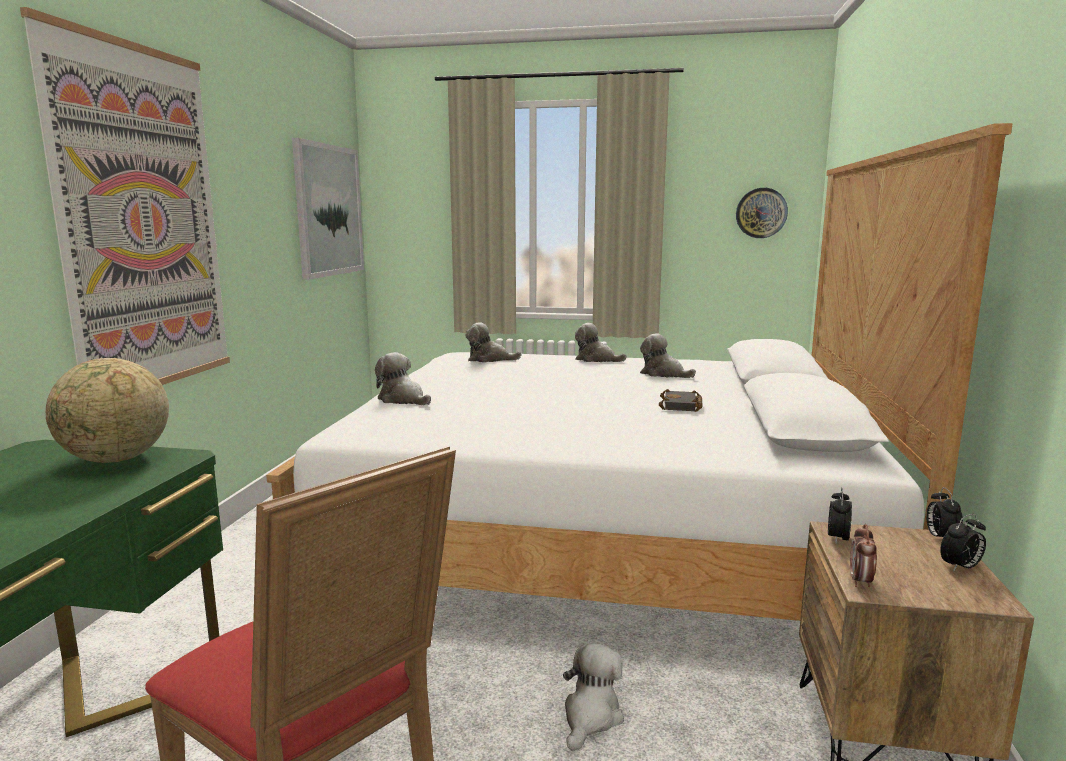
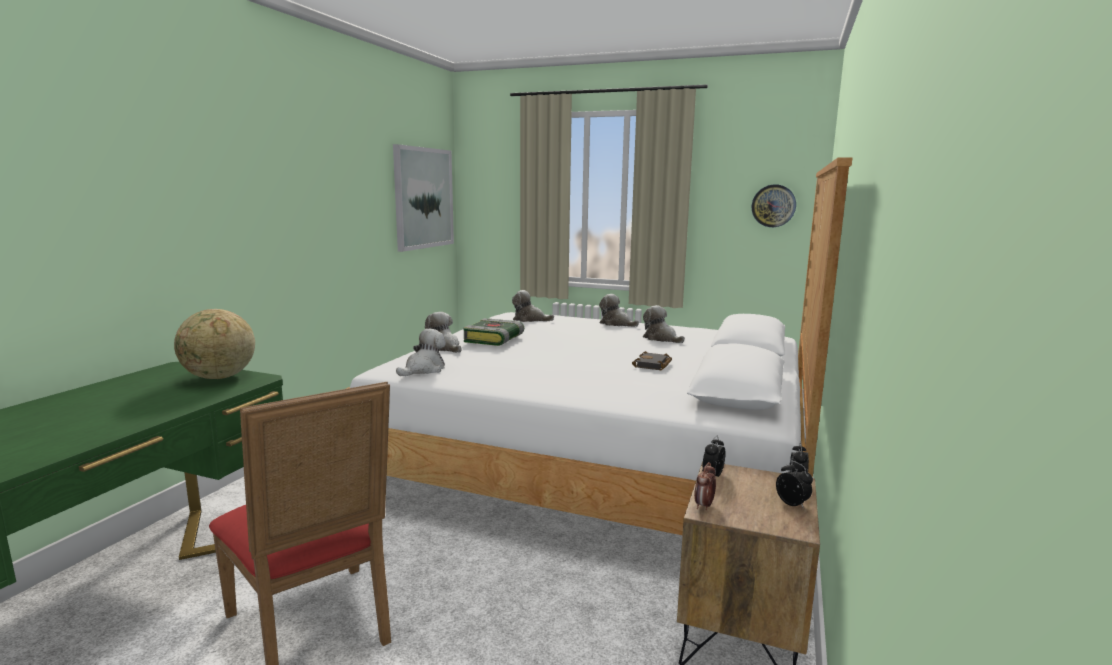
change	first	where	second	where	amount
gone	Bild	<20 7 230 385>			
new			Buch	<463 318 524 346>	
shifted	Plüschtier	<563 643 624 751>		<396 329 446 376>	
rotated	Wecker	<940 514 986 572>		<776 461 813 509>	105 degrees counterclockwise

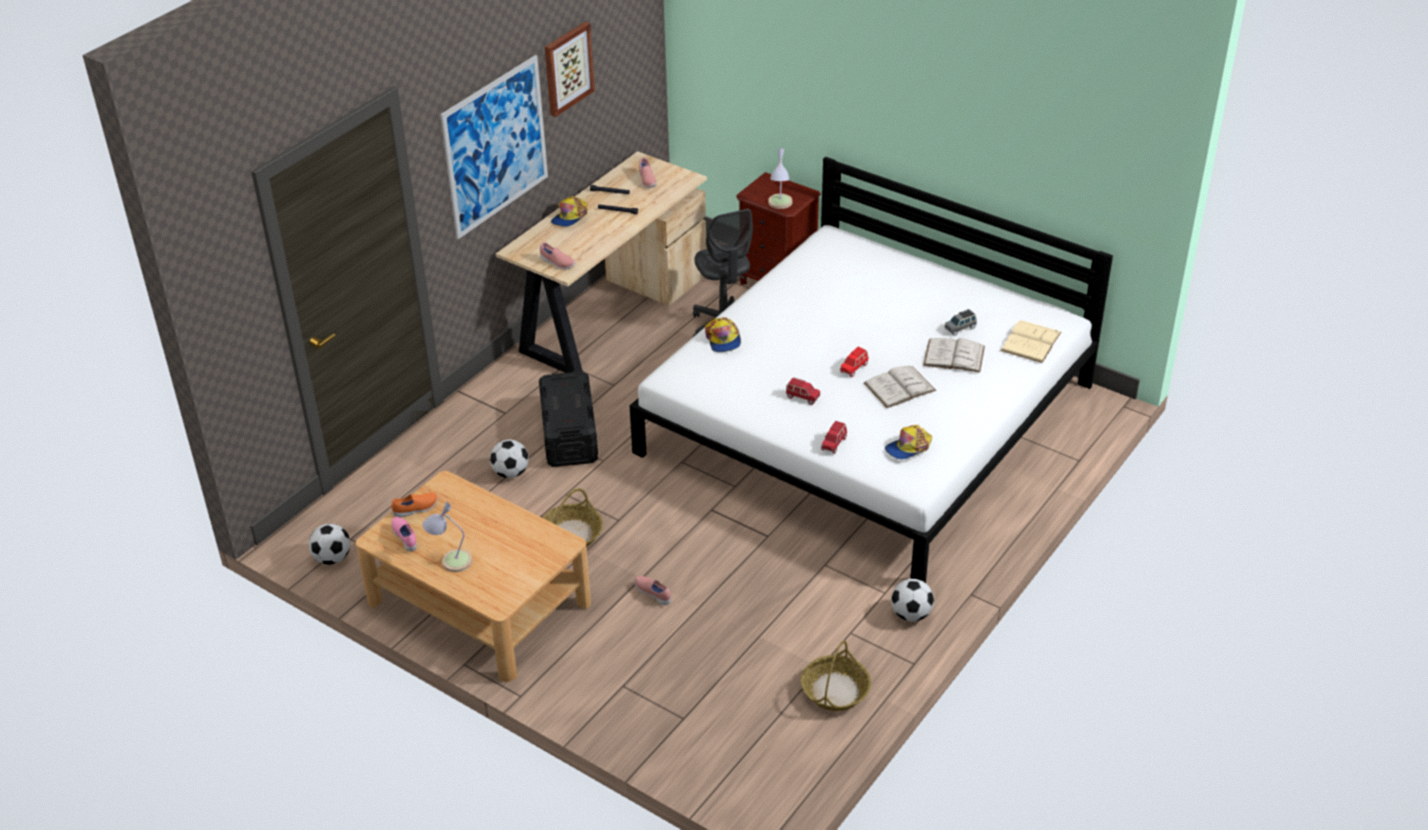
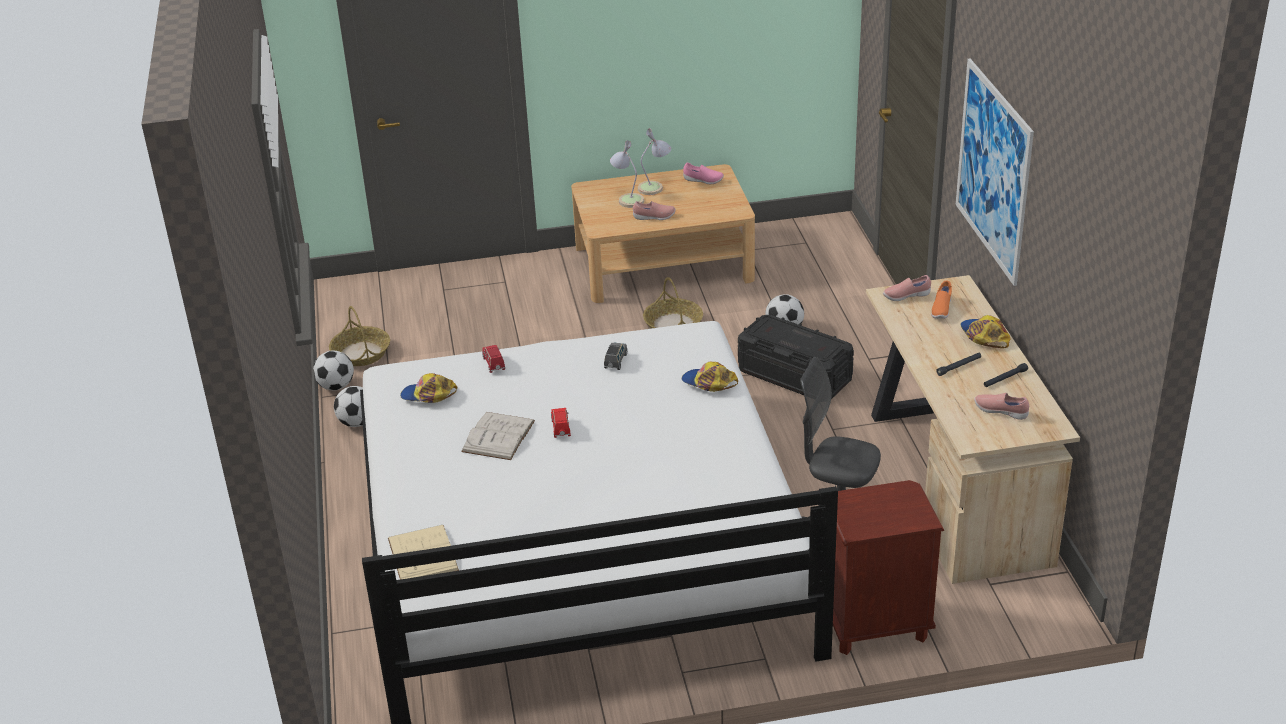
change	first	where	second	where	amount
gone	Bild	<545 22 595 117>			
gone	Spielzeugauto [rot]	<786 377 820 405>			
gone	Buch [weiß]	<923 338 985 373>			
shifted	Fußball	<309 524 350 565>		<313 351 354 390>	
shifted	Schuh [orange]	<391 493 438 517>		<931 281 952 319>	
shifted	Schuh [rosa]	<634 576 671 605>		<633 201 675 220>	
shifted	Tischlampe	<768 148 793 209>		<610 140 644 208>	
shifted	Spielzeugauto [grau]	<944 309 977 336>		<604 343 627 370>	
rotated	Kappe	<885 425 932 459>		<400 373 457 403>	90 degrees counterclockwise

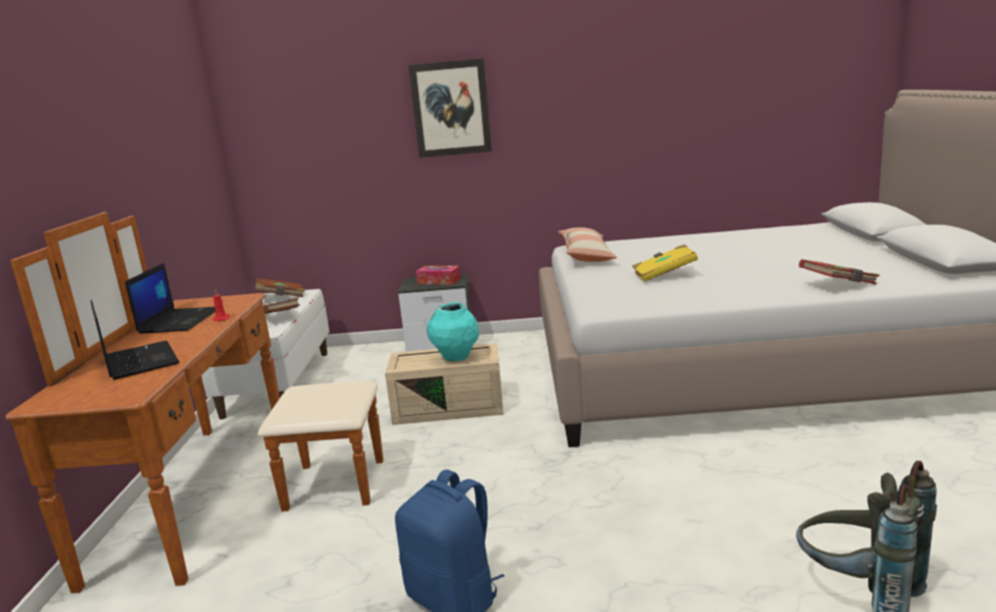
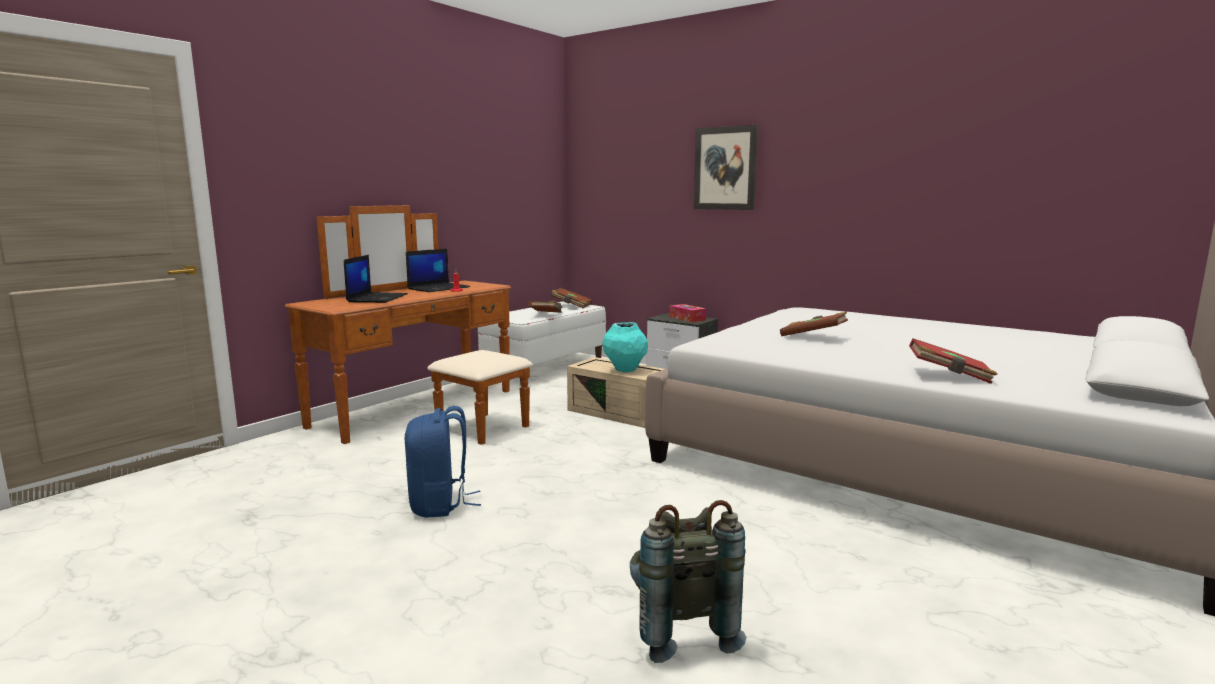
change	first	where	second	where	amount
gone	Kissen	<558 227 617 262>			
repainted	Buch [gelb]	<632 244 698 282>	Buch [braun]	<780 312 848 336>	

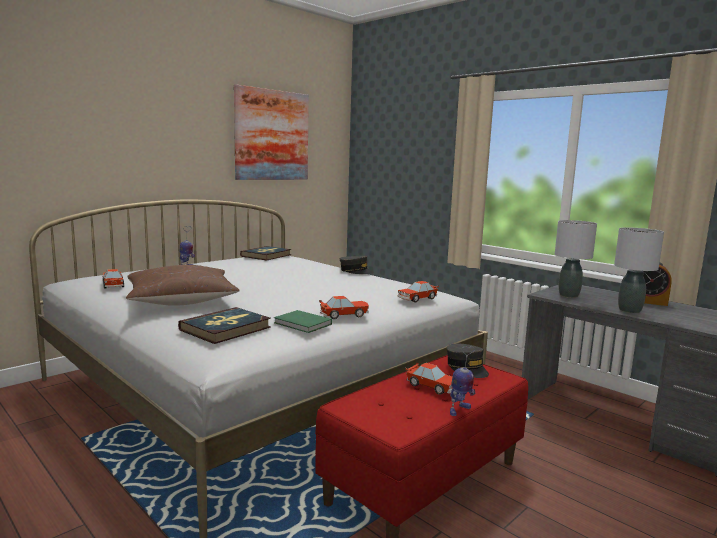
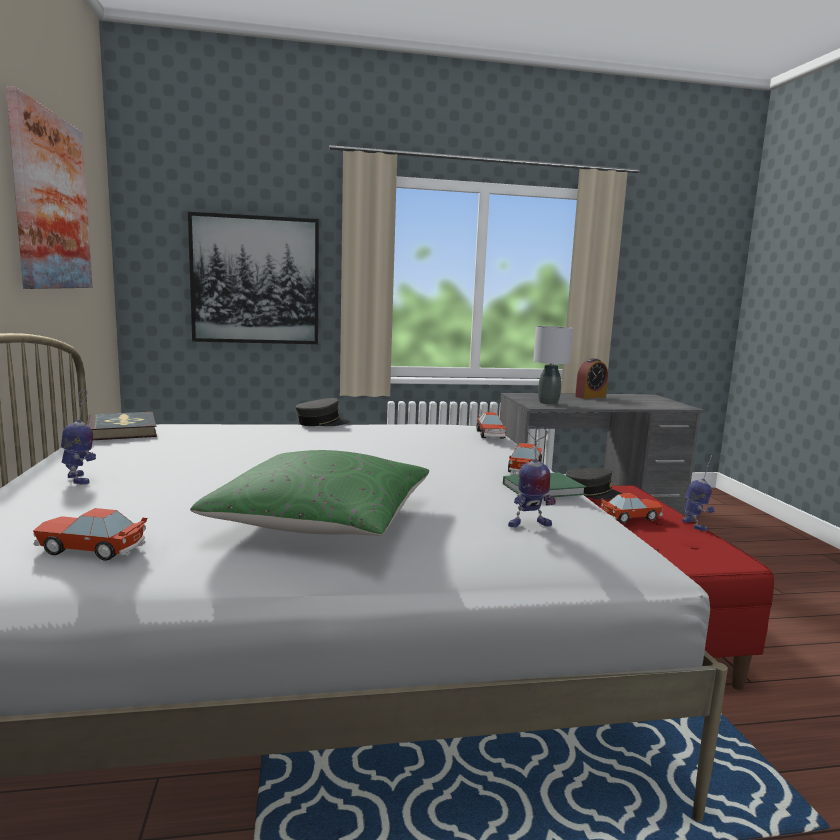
change	first	where	second	where	amount
gone	Tischlampe [grau]	<614 227 664 313>			
new			Bild	<188 212 319 344>	
swapped	Buch	<178 307 271 344>	Spielzeugroboter	<508 426 556 528>	
repainted	Kissen [braun]	<126 265 240 306>	Kissen [grün]	<190 450 429 536>	

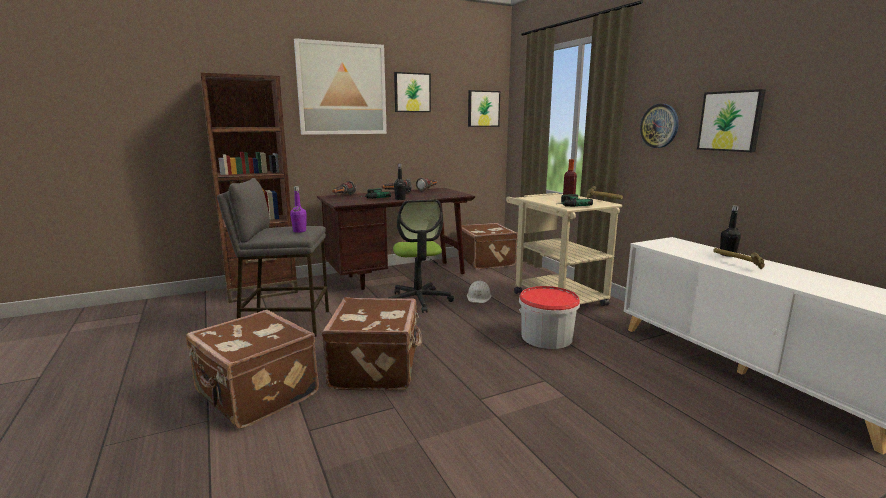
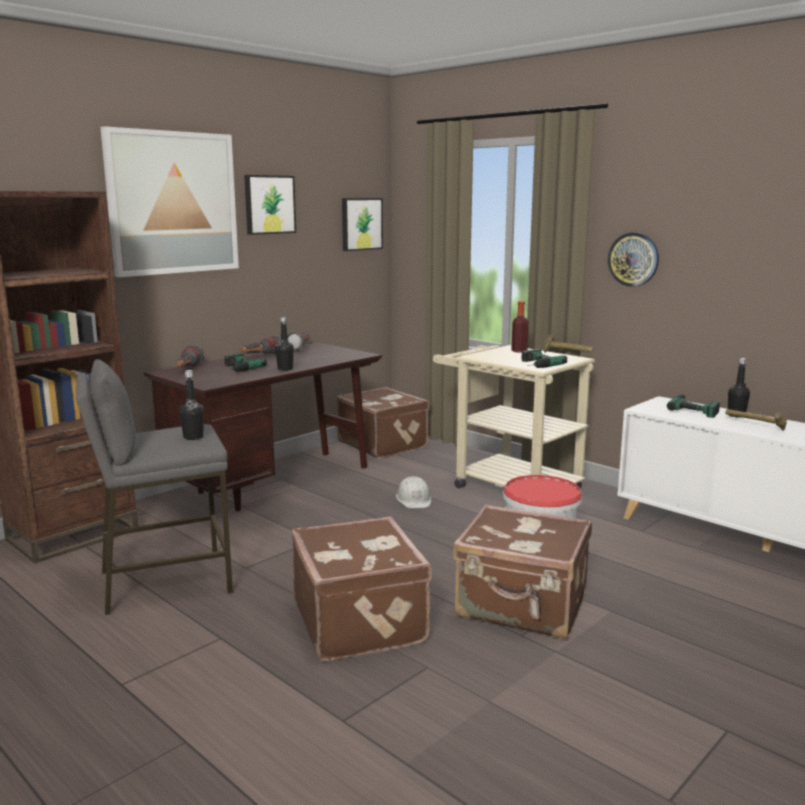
change	first	where	second	where	amount
gone	Bürostuhl	<388 199 454 313>			
gone	Bild	<697 89 766 152>			
new			Bohrmaschine	<667 394 720 418>	
shifted	Koffer [braun]	<186 310 319 429>		<453 504 592 639>	
repainted	Flasche [lila]	<290 186 306 233>	Flasche [schwarz]	<179 370 204 440>	

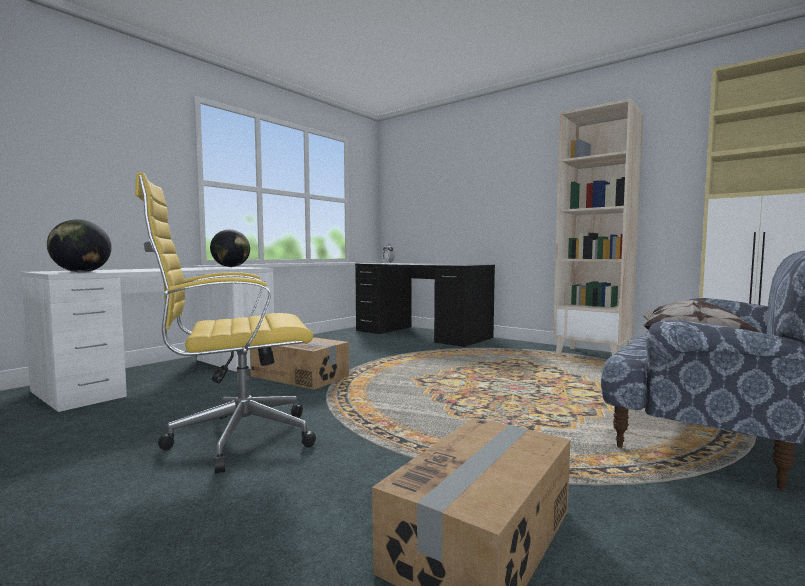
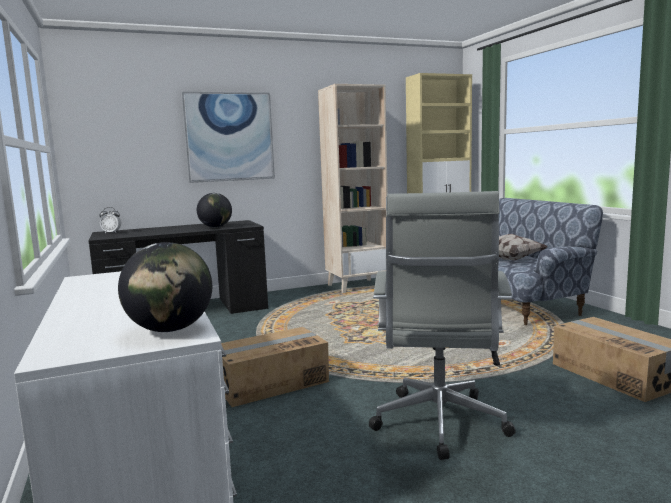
change	first	where	second	where	amount
new			Bild	<181 92 275 183>	
shifted	Globus	<210 229 250 267>		<197 193 232 228>	
repainted	Bürostuhl [gelb]	<135 172 316 474>	Bürostuhl [grau]	<369 191 516 460>	

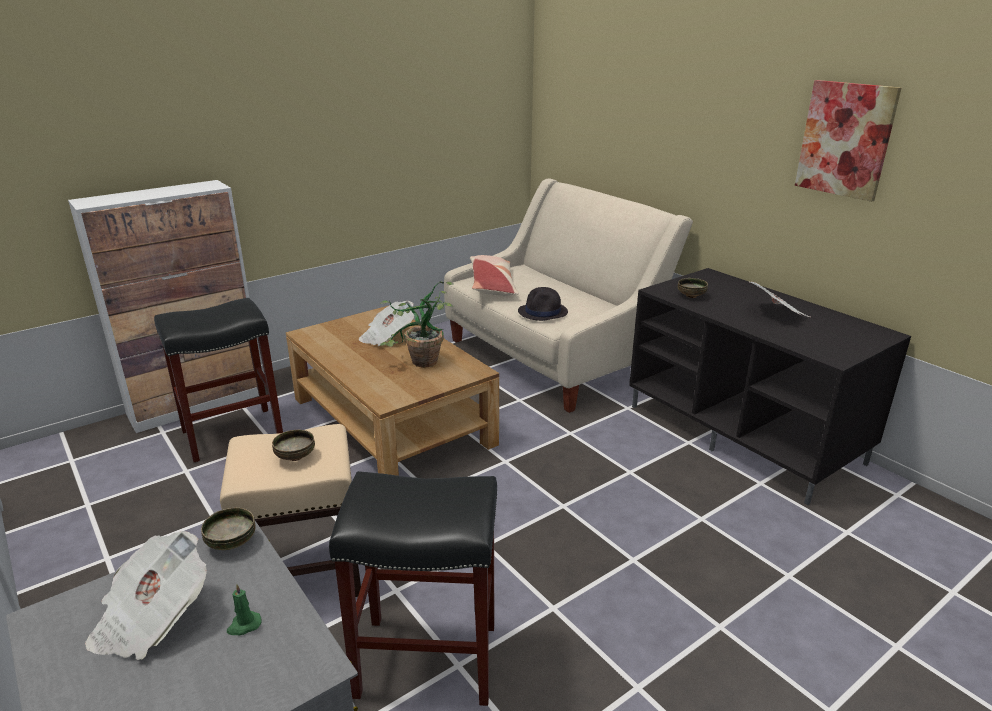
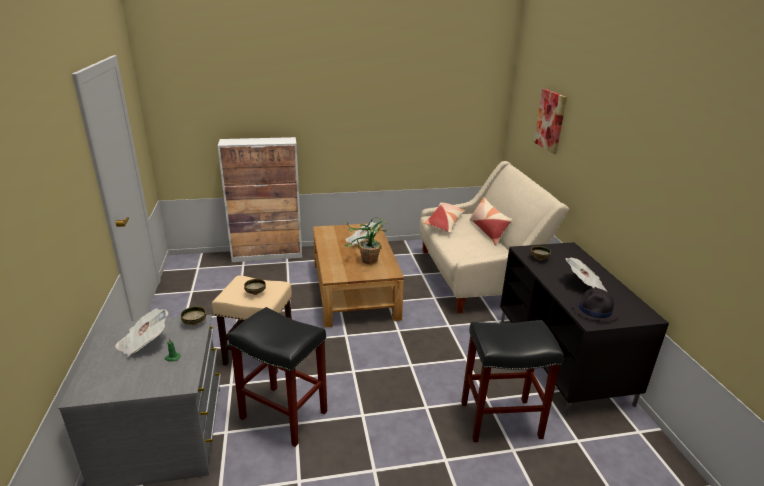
change	first	where	second	where	amount
new			Kissen	<470 197 513 245>	
shifted	Hocker [schwarz]	<154 298 283 462>		<461 320 564 442>	
shifted	Hut [schwarz]	<518 287 568 321>		<572 288 619 321>	
shifted	Bild	<795 80 901 202>		<534 89 567 154>	

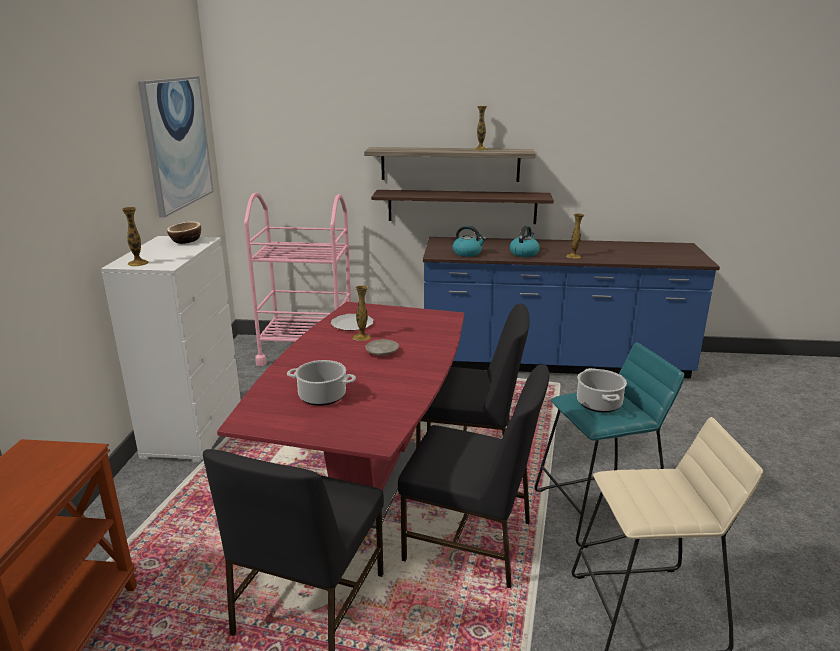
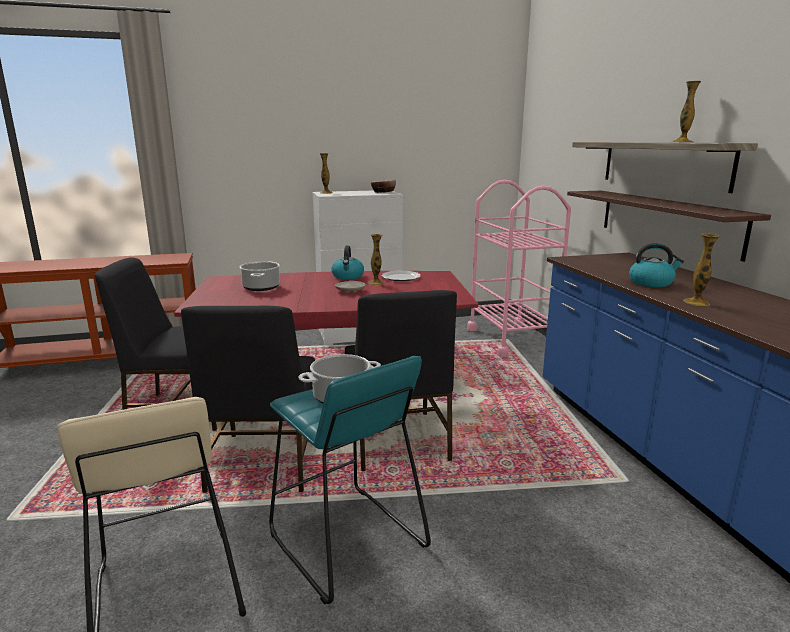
change	first	where	second	where	amount
gone	Bild	<138 76 213 218>			
shifted	Wasserkessel	<453 226 486 257>		<332 246 364 280>	

